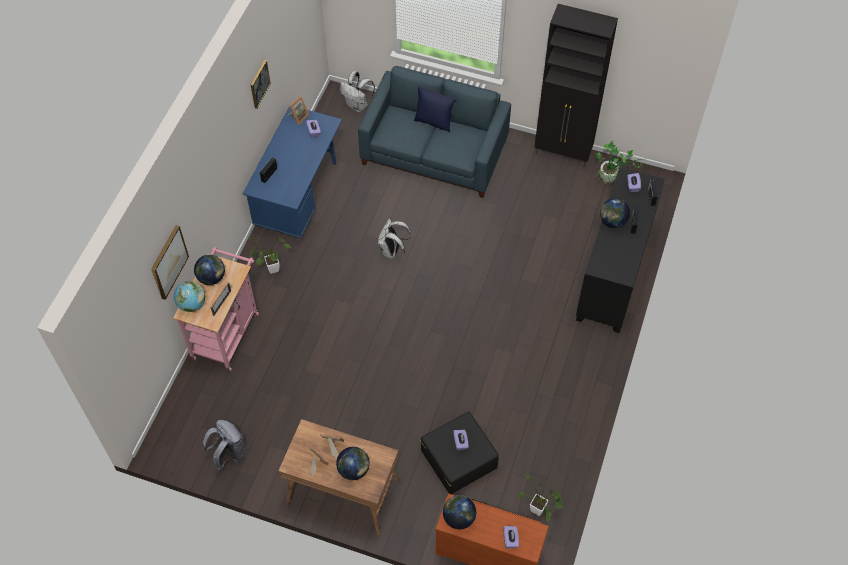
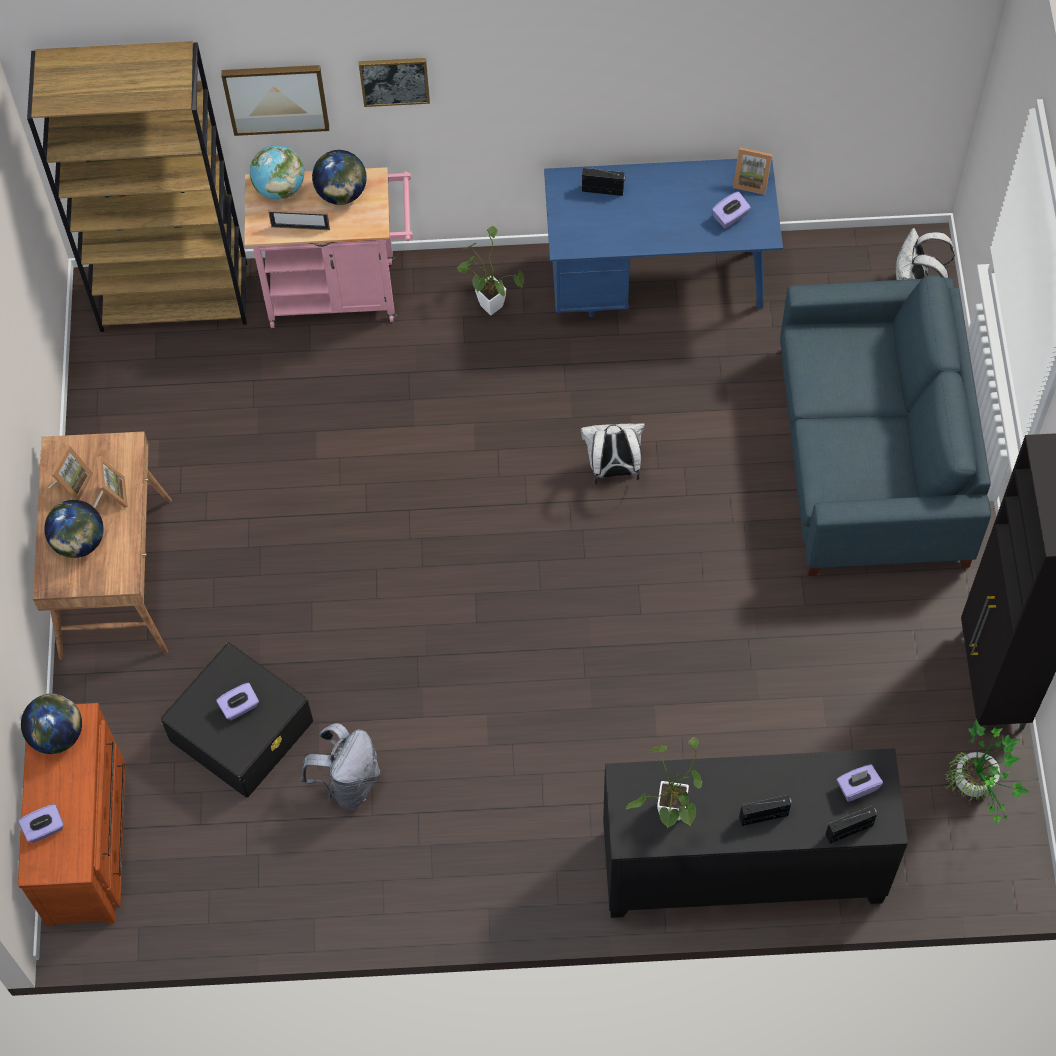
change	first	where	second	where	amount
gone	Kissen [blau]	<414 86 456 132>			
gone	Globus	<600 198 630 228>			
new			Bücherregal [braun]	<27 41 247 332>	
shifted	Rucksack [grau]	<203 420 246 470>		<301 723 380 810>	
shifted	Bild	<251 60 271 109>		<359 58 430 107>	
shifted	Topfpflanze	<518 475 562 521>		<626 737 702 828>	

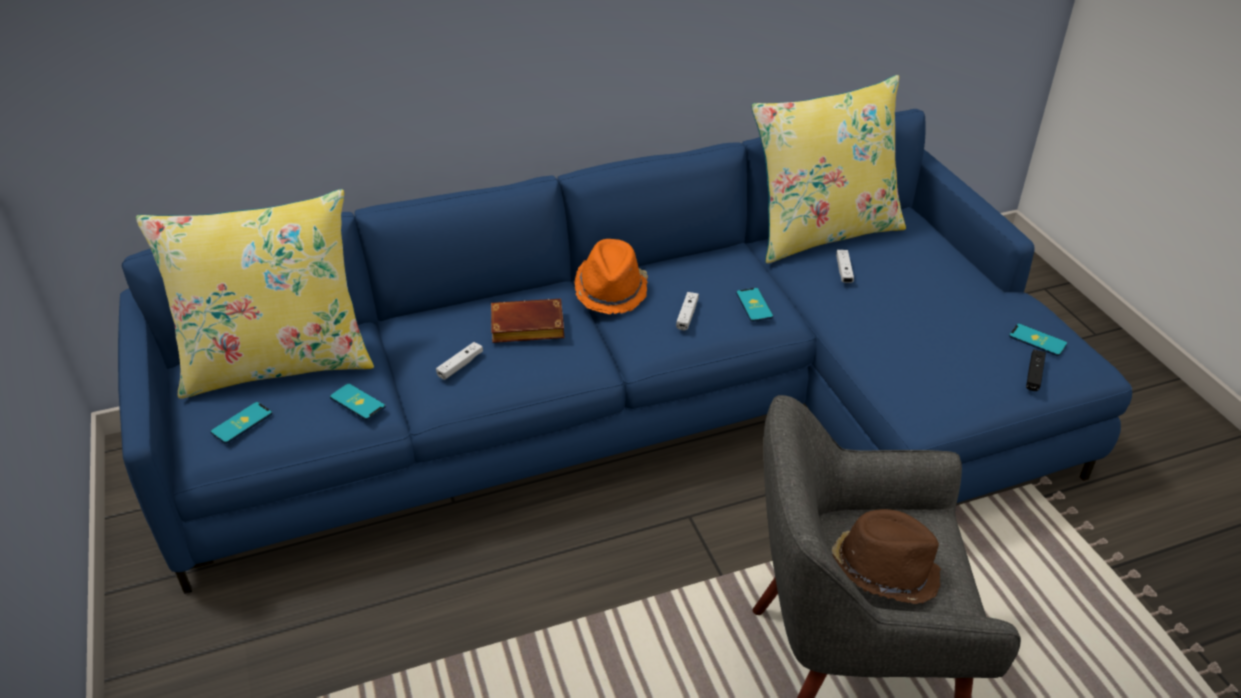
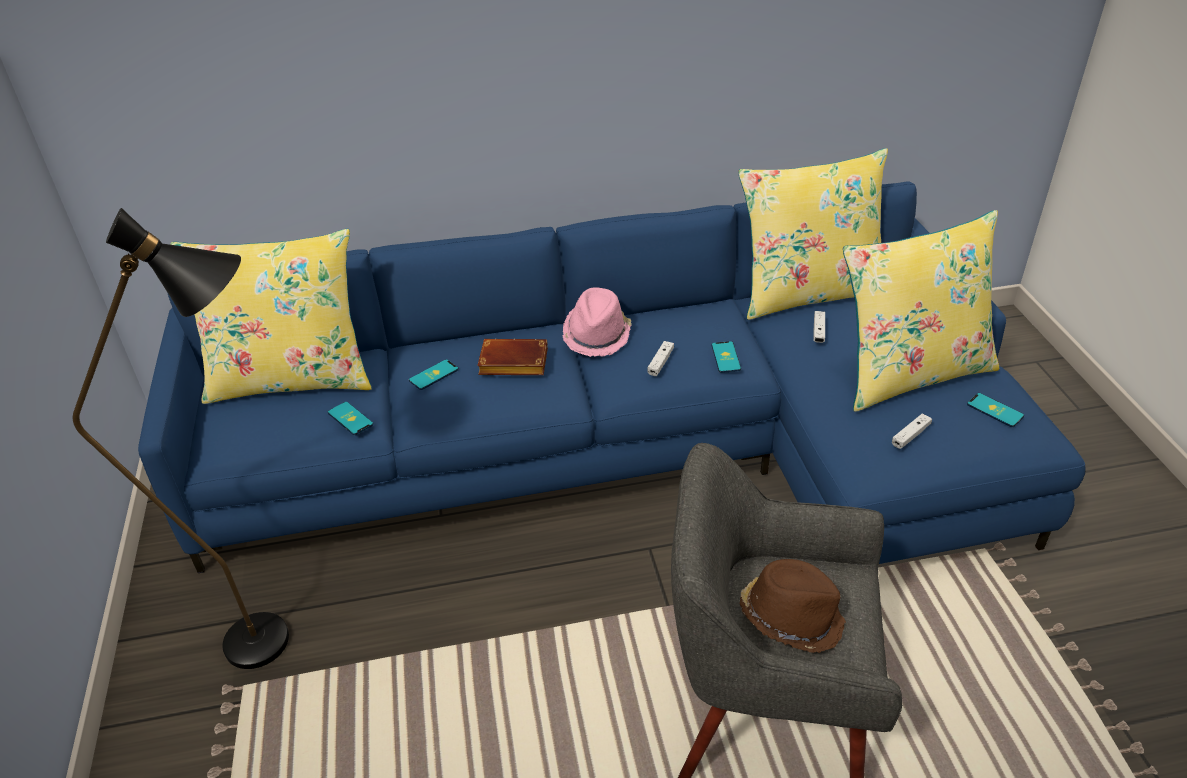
change	first	where	second	where	amount
gone	Gamepad [schwarz]	<1026 349 1046 391>			
new			Stehlampe [schwarz]	<73 208 289 669>	
new			Kissen [gelb]	<843 210 1000 412>	
shifted	Handy	<211 402 273 444>		<409 359 459 390>	
shifted	Gamepad [weiß]	<436 342 483 380>		<892 413 932 449>	
repainted	Hut [orange]	<575 239 648 314>	Hut [rosa]	<563 287 632 357>	

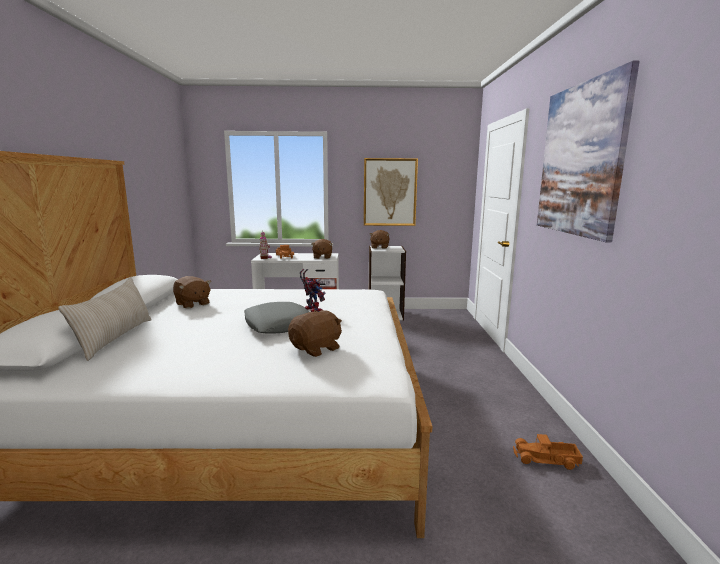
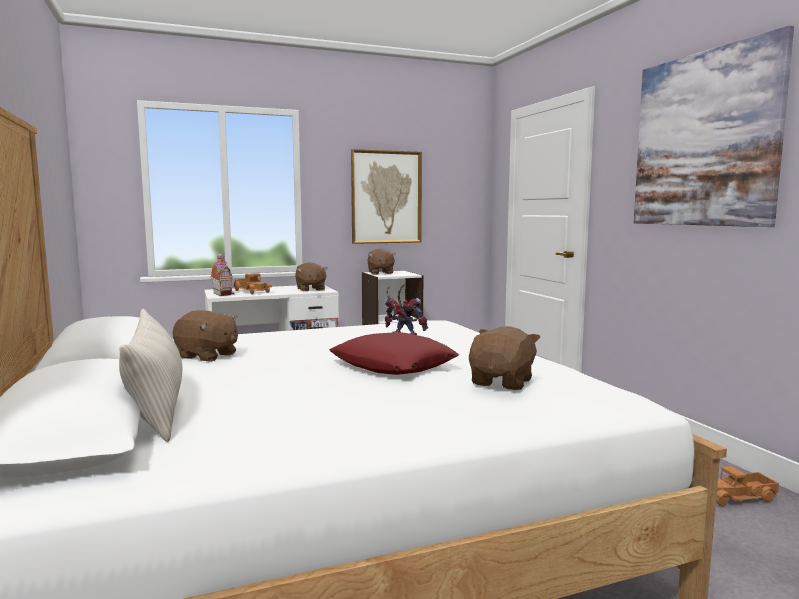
change	first	where	second	where	amount
repainted	Kissen [grau]	<244 302 309 334>	Kissen [rot]	<329 332 459 375>	

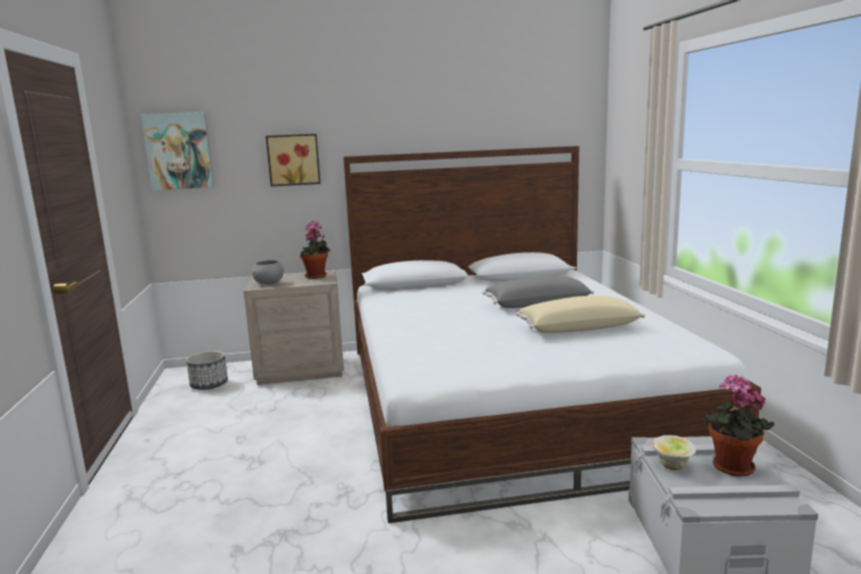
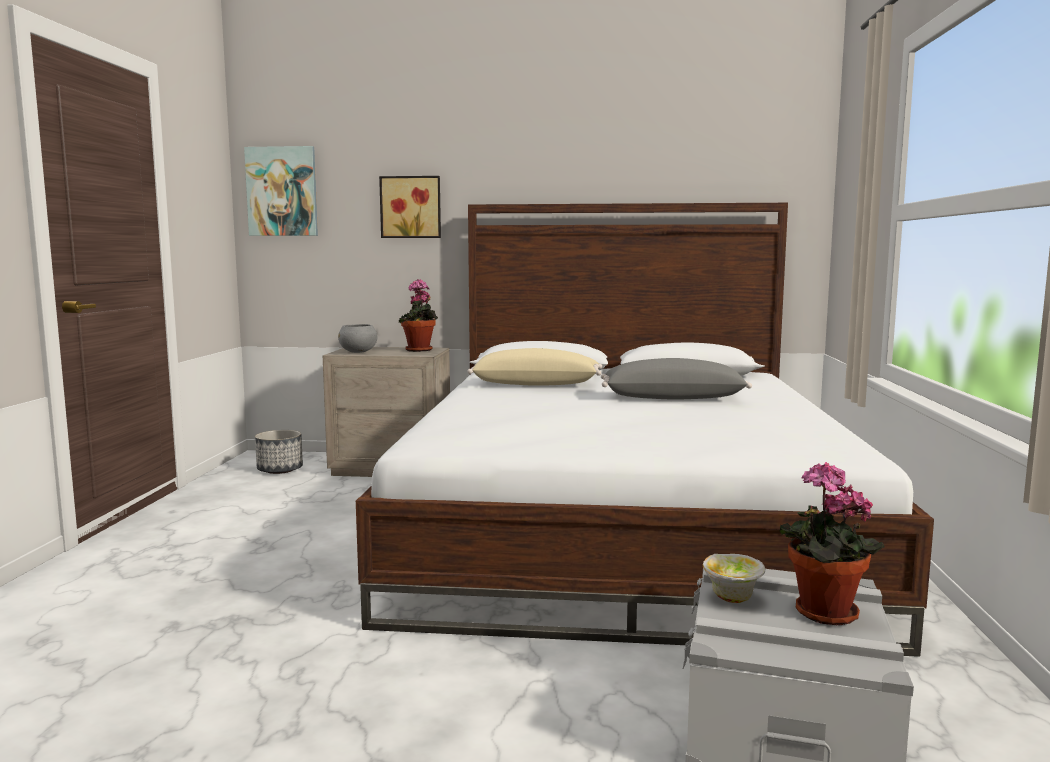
change	first	where	second	where	amount
shifted	Kissen [beige]	<516 296 645 333>		<468 348 602 386>	

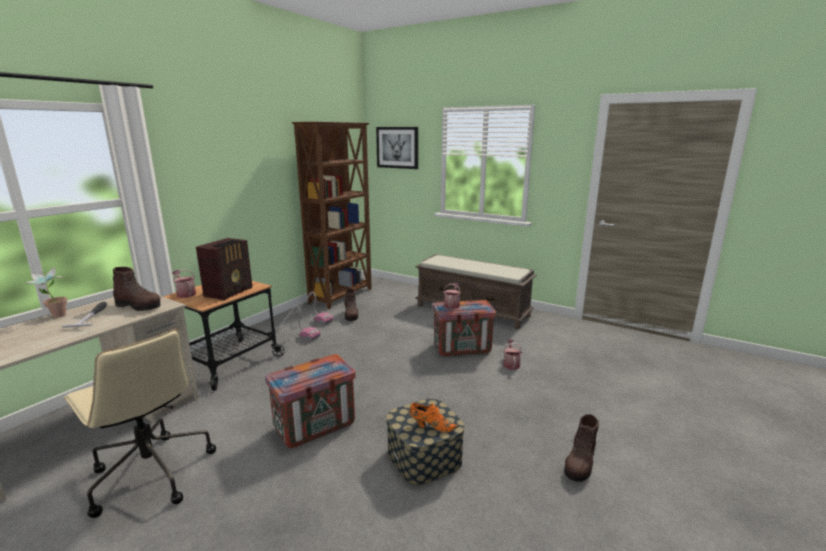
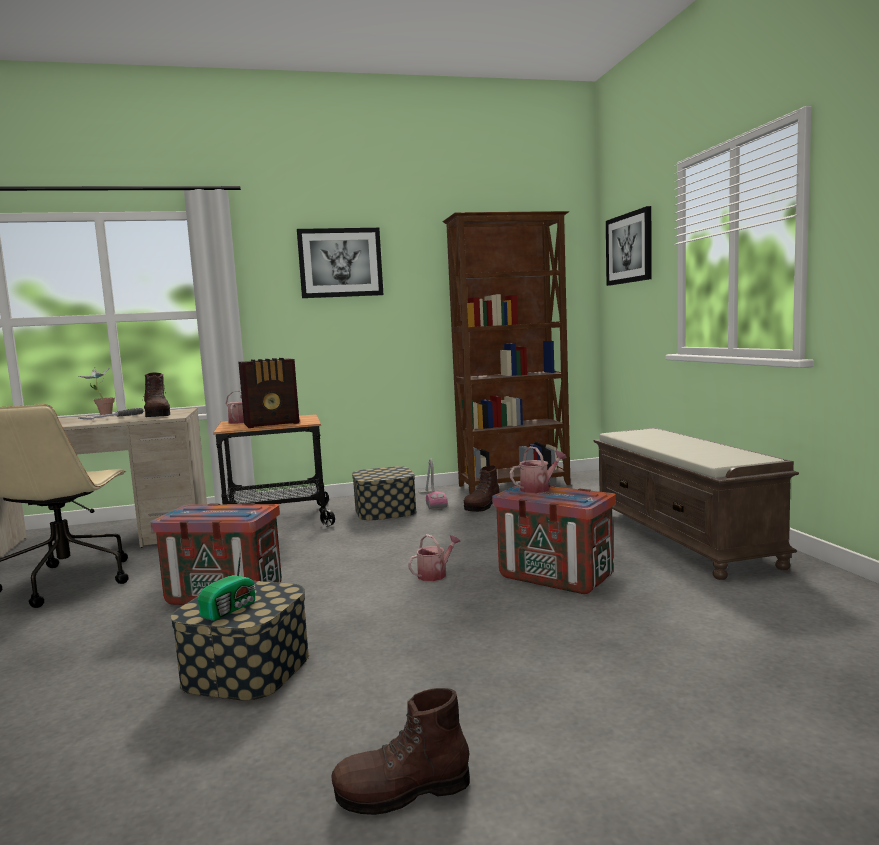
change	first	where	second	where	amount
new			Bild	<297 228 383 298>	
shifted	Gießkanne	<503 339 522 370>		<408 534 461 581>	
swapped	Staubsauger	<275 305 320 342>	Aufbewahrungsbox	<352 466 416 521>	
swapped	Schuh [orange]	<410 403 458 432>	Radio	<198 548 255 621>	

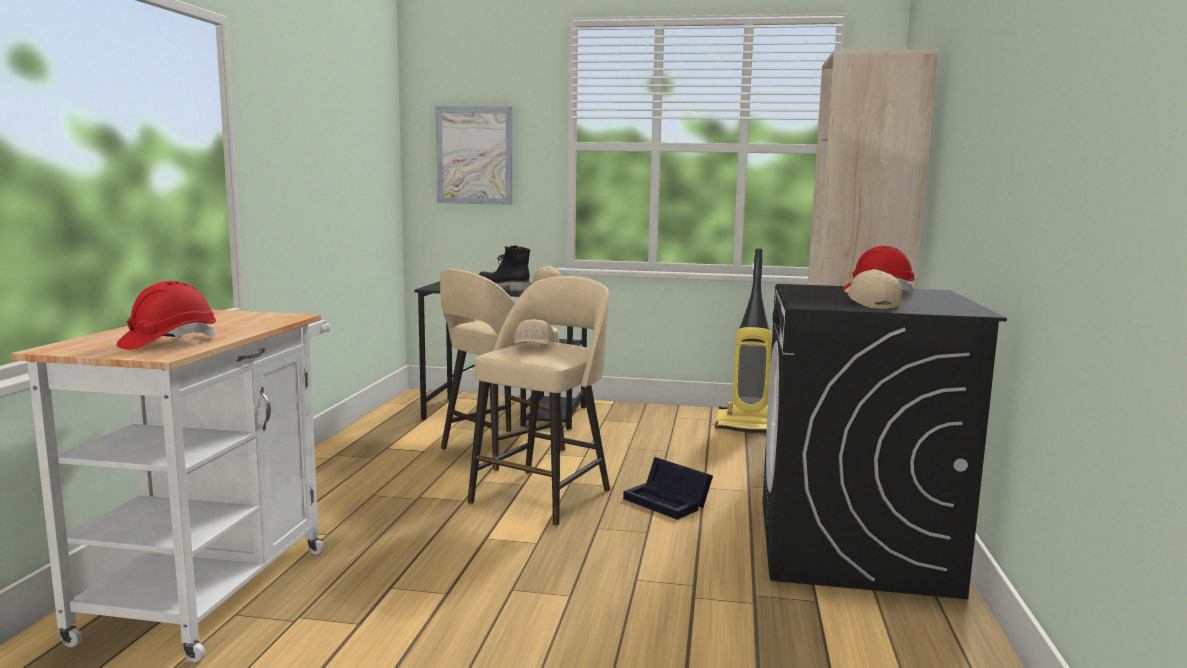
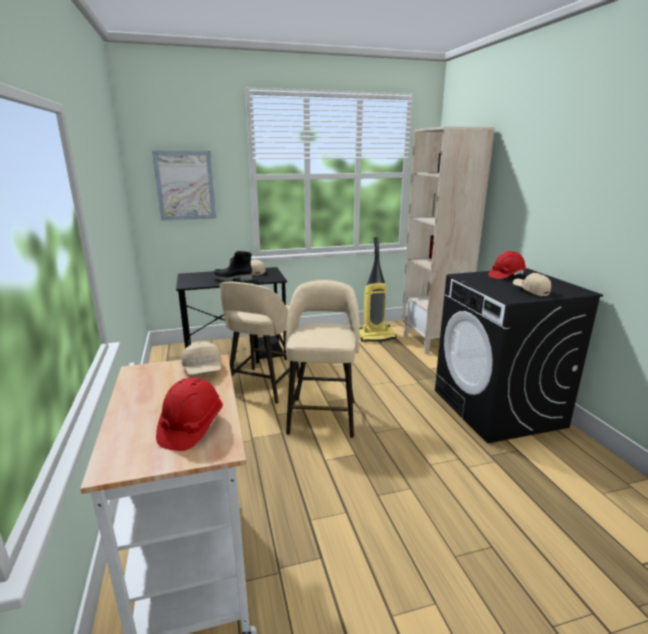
change	first	where	second	where	amount
gone	Aufbewahrungsbox [schwarz]	<623 457 713 520>			
shifted	Kappe [beige]	<514 319 555 344>		<182 342 222 375>	

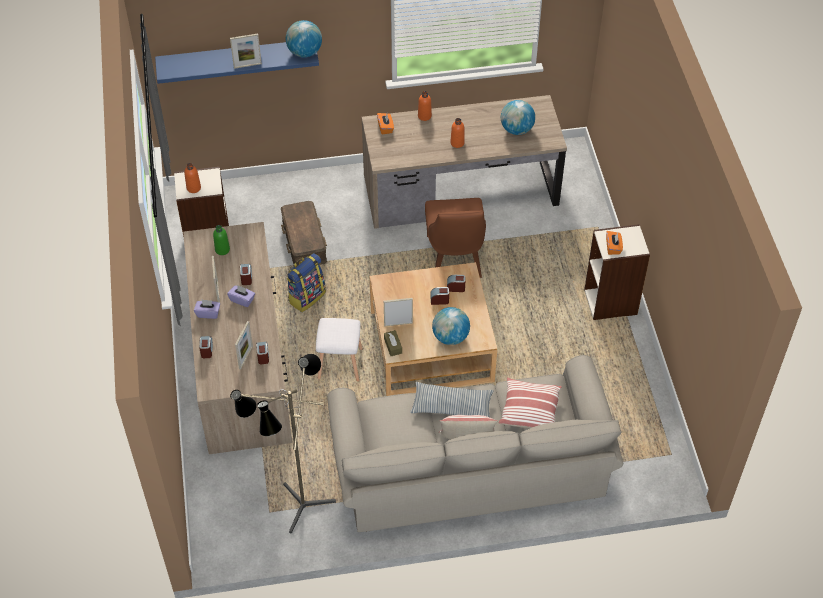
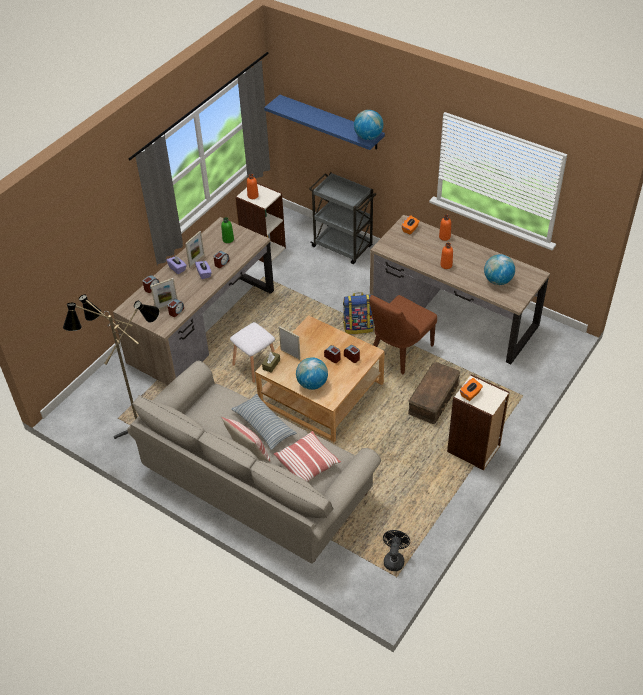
change	first	where	second	where	amount
gone	Bilderrahmen	<230 33 262 69>			
new			Rollwagen [grau]	<309 172 376 264>	
new			Ventilator [schwarz]	<383 530 410 571>	
shifted	Aufbewahrungsbox [braun]	<281 201 327 266>		<408 362 460 424>	
shifted	Rucksack	<287 253 326 312>		<343 293 374 334>	

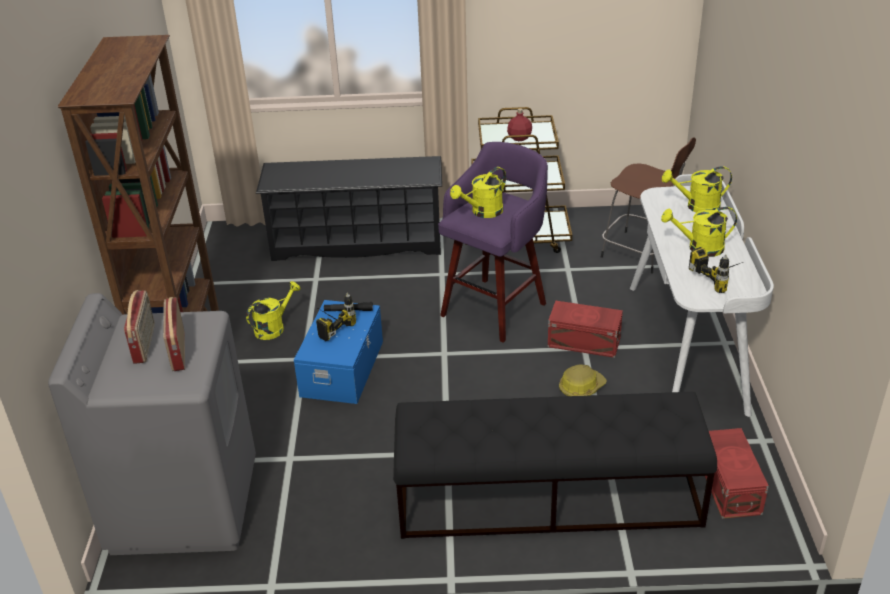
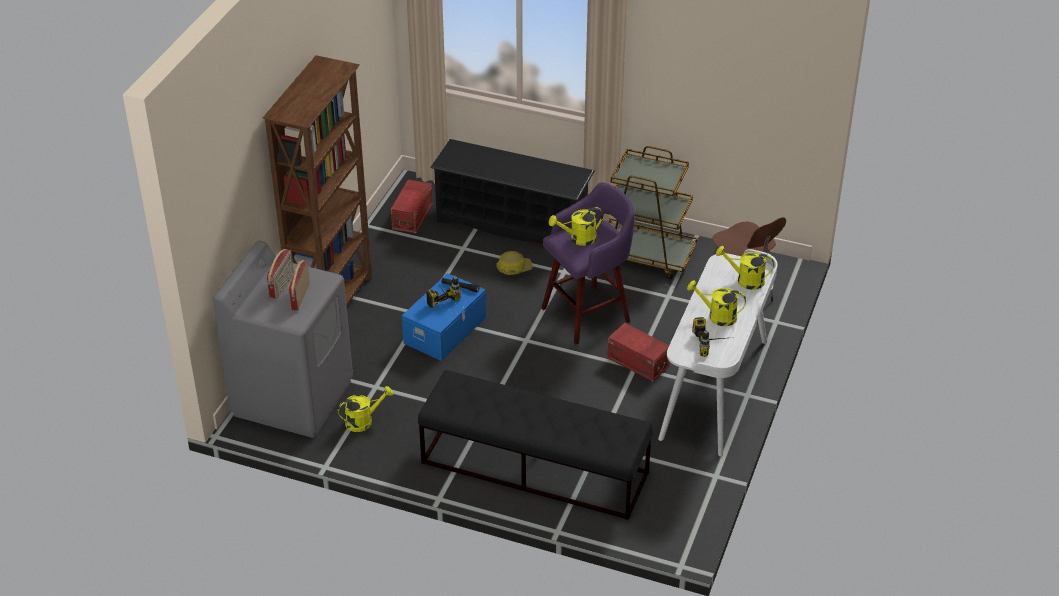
change	first	where	second	where	amount
gone	Flasche [rot]	<507 108 532 141>			
shifted	Gießkanne [gelb]	<246 281 301 340>		<337 386 393 432>	
shifted	Schutzhelm	<559 364 607 396>		<496 251 533 275>	
shifted	Aufbewahrungsbox [rot]	<705 428 769 519>		<391 180 433 233>	

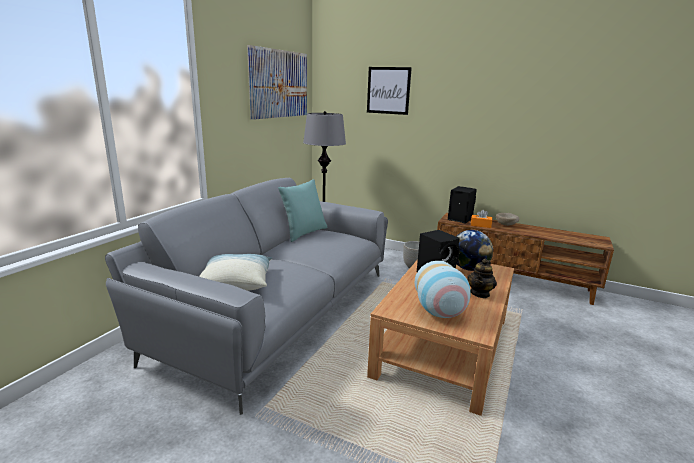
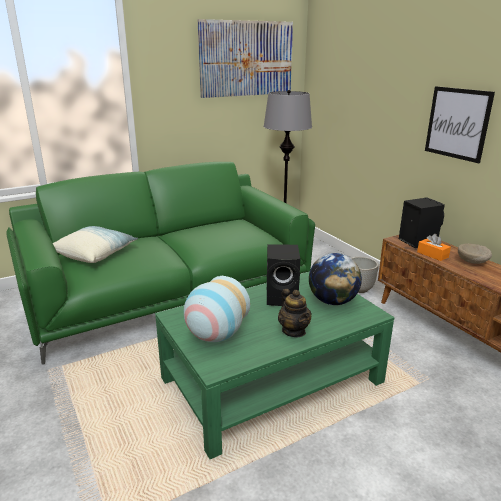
change	first	where	second	where	amount
gone	Kissen [türkis]	<278 179 328 242>			
shifted	Bild	<367 67 412 115>		<425 86 495 163>	
repainted	Sofa [grau]	<105 178 388 415>	Sofa [grün]	<6 162 315 365>	
repainted	Couchtisch [braun]	<367 259 514 416>	Couchtisch [grün]	<155 271 394 459>	
rotated	Teekanne	<467 259 497 298>		<278 289 312 337>	90 degrees counterclockwise

